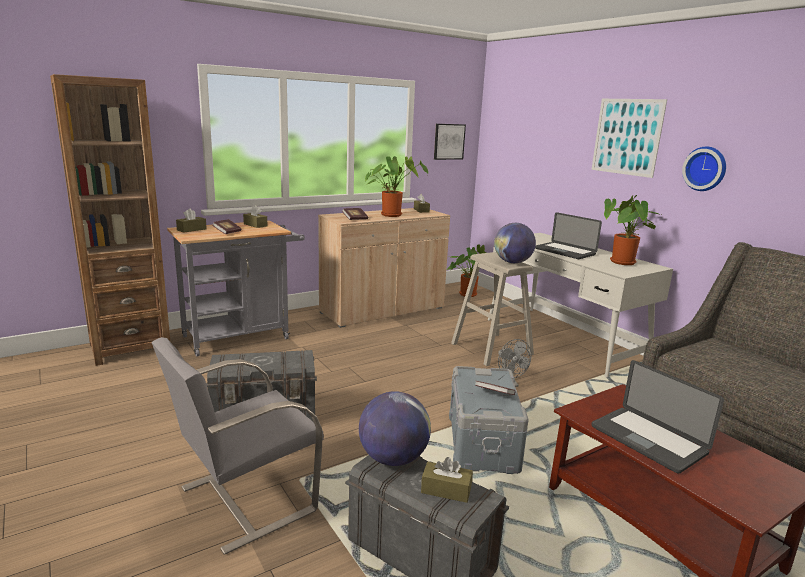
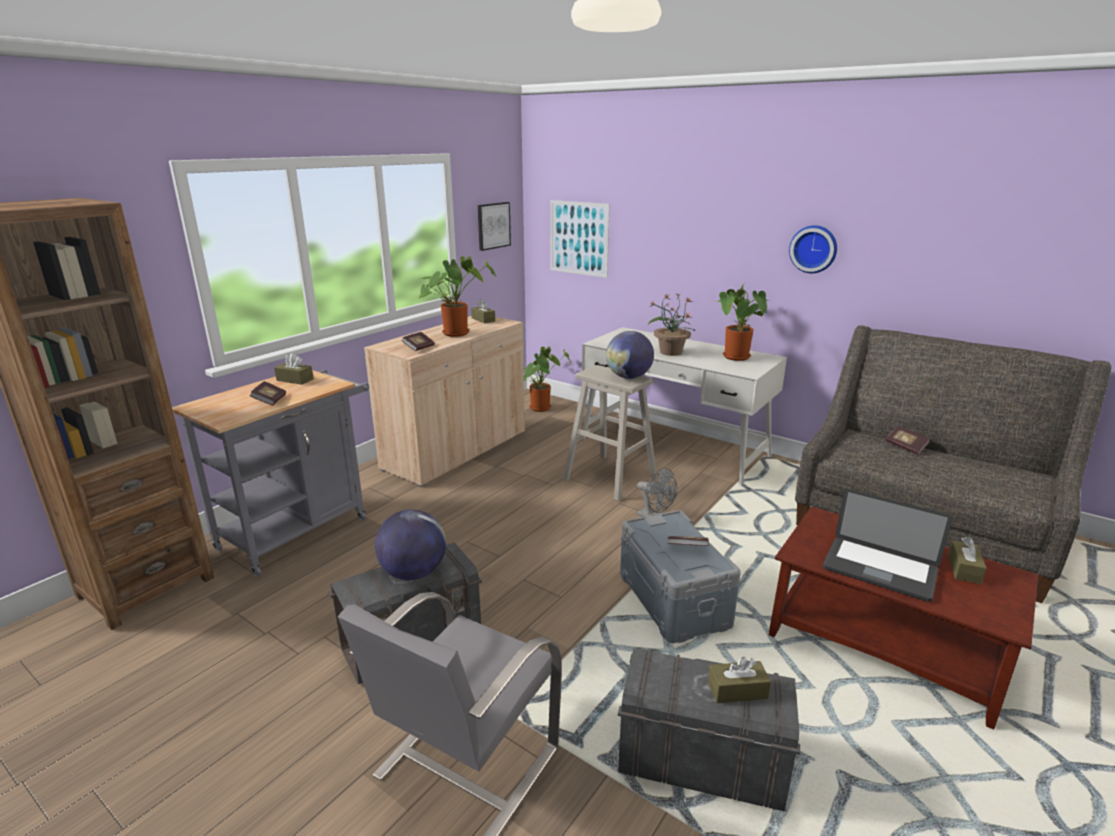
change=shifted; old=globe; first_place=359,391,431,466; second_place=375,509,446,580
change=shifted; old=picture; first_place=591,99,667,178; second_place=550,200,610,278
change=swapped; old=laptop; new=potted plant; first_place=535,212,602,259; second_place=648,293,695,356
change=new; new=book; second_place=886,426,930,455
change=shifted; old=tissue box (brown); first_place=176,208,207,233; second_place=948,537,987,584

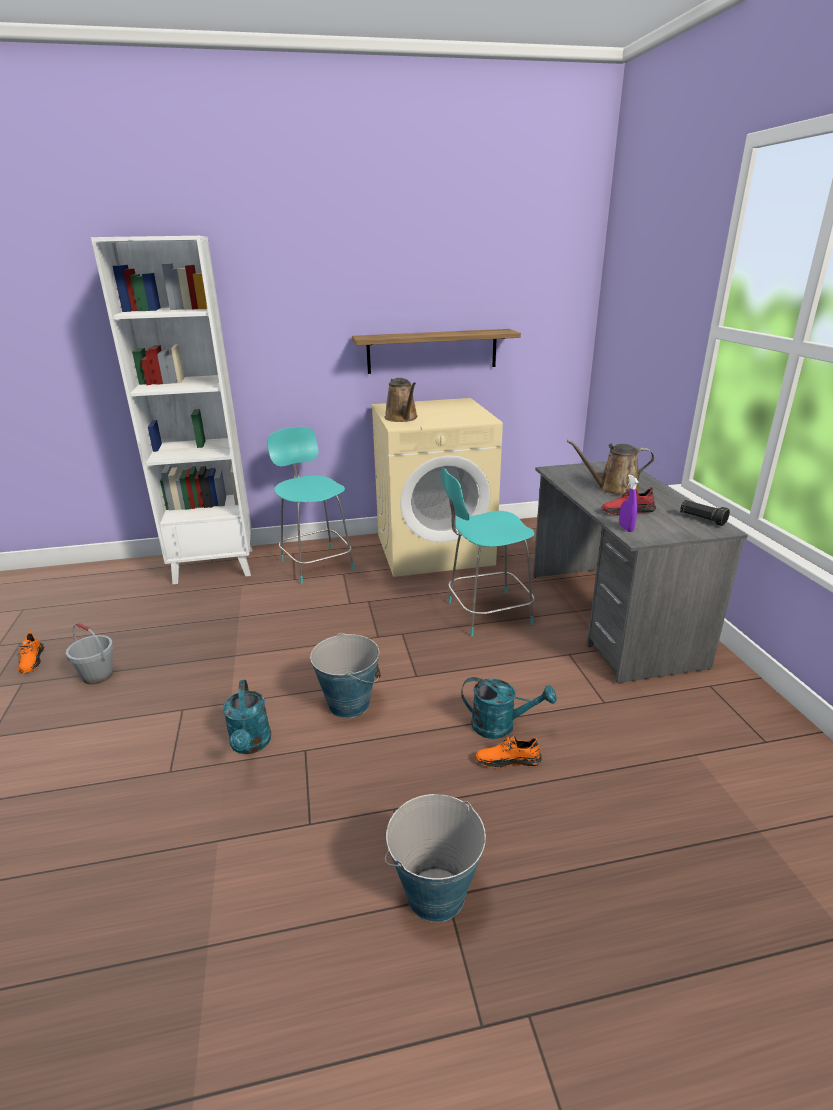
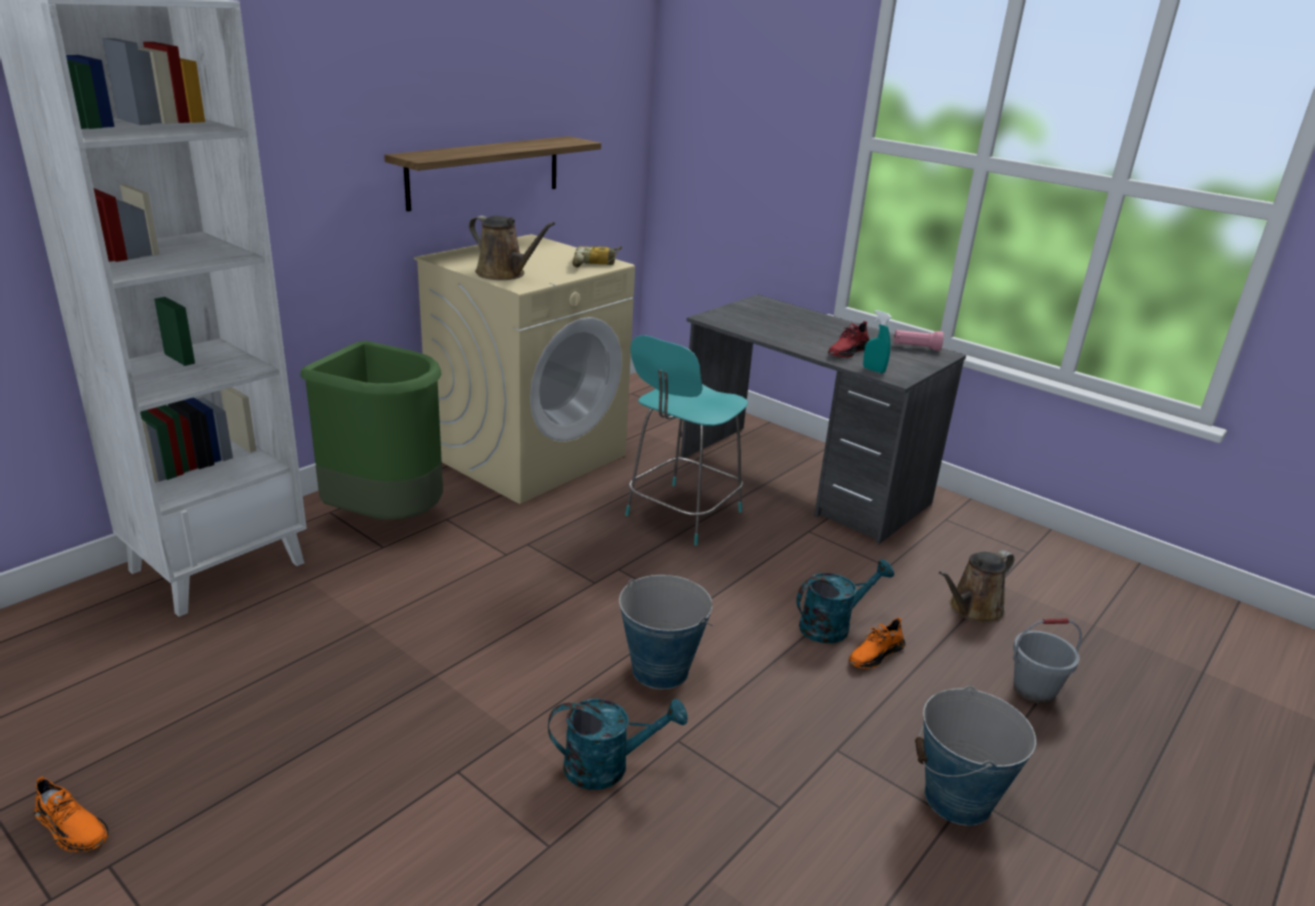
change=swapped; old=chair (turquoise); new=trash can (green); first_place=267,427,355,584; second_place=300,341,443,520
change=rotated; old=watering can (turquoise); first_place=223,680,271,754; second_place=548,699,688,790; degrees=-45
change=new; new=power drill; second_place=572,246,622,267
change=repainted; old=spray bottle (purple); new=spray bottle (turquoise); first_place=619,474,639,532; second_place=863,310,892,373
change=repainted; old=flashlight (black); new=flashlight (pink); first_place=680,500,730,526; second_place=894,329,944,351
change=shifted; old=watering can (brown); first_place=567,440,655,495; second_place=939,550,1015,622
change=shifted; old=bucket (grey); first_place=66,623,113,684; second_place=1013,618,1082,704

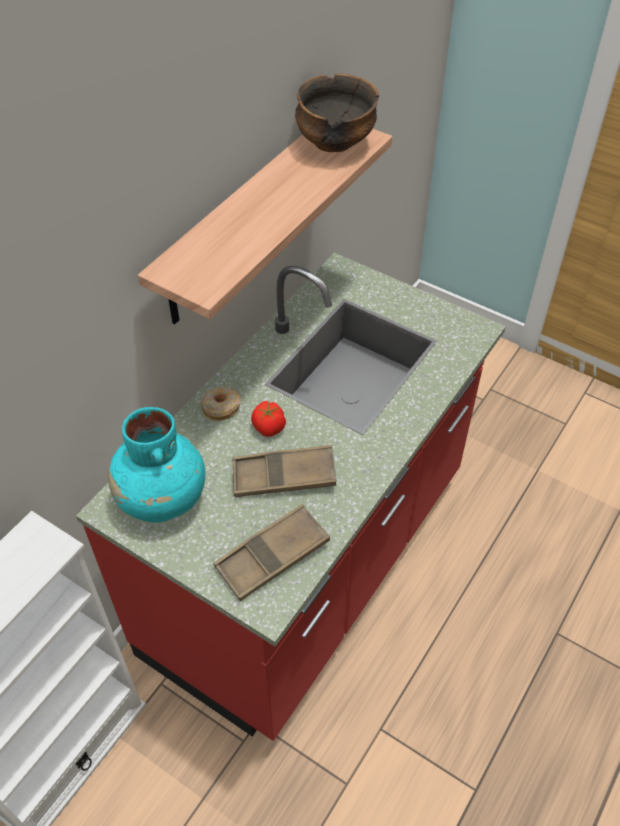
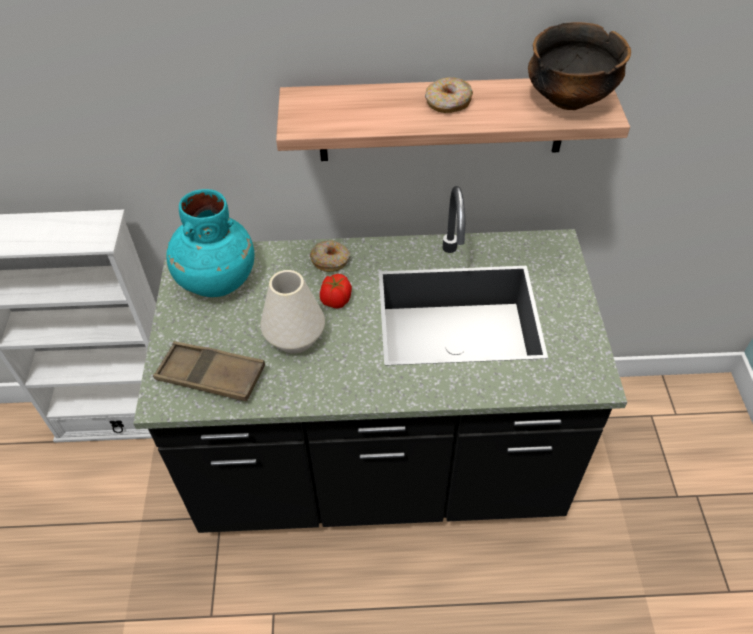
change=repainted; old=counter (red); new=counter (black); first_place=76,253,506,741; second_place=133,186,627,533
change=swapped; old=tray (brown); new=vase (white); first_place=232,445,336,497; second_place=260,270,325,354
change=new; new=donut; second_place=425,77,473,113

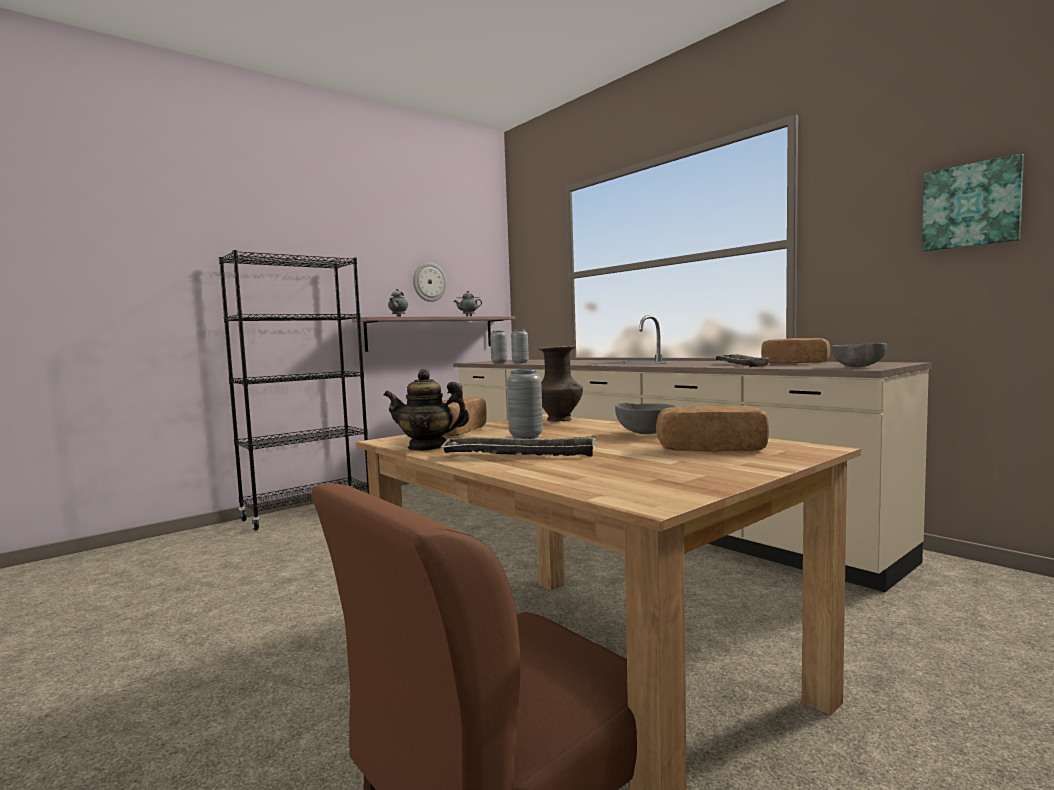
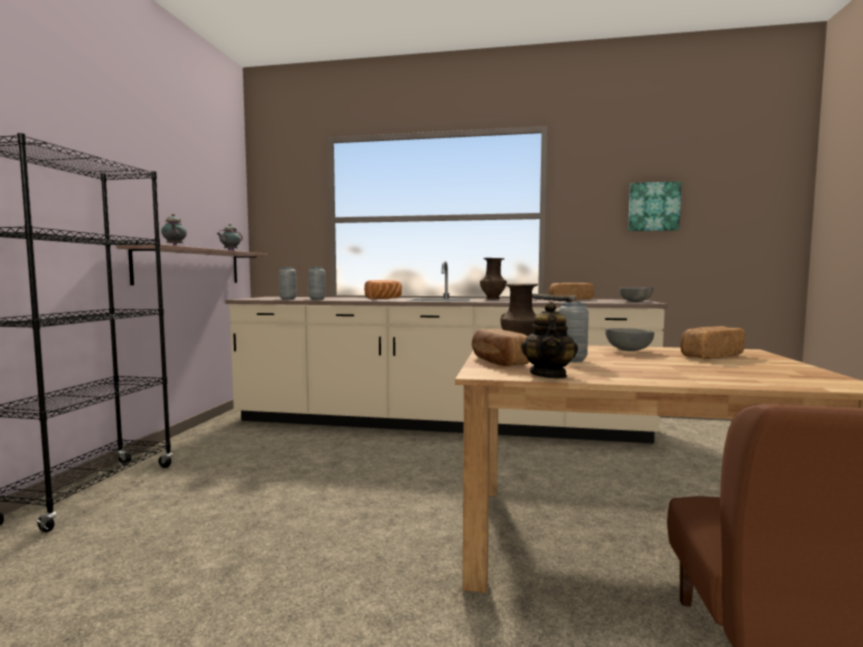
change=new; new=bread; second_place=364,280,402,299
change=new; new=vase (brown); second_place=480,258,507,300
change=rotated; old=teapot; first_place=384,369,470,451; second_place=521,302,578,378; degrees=-45
change=gone; old=wall clock; first_place=413,263,447,302
change=gone; old=tray; first_place=440,436,597,457

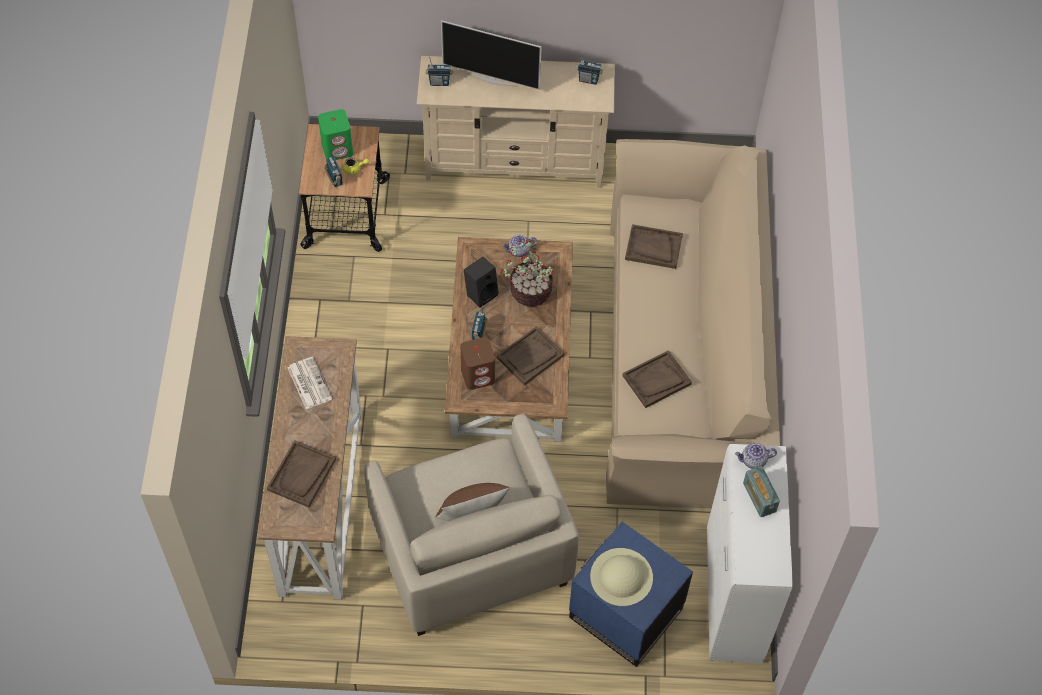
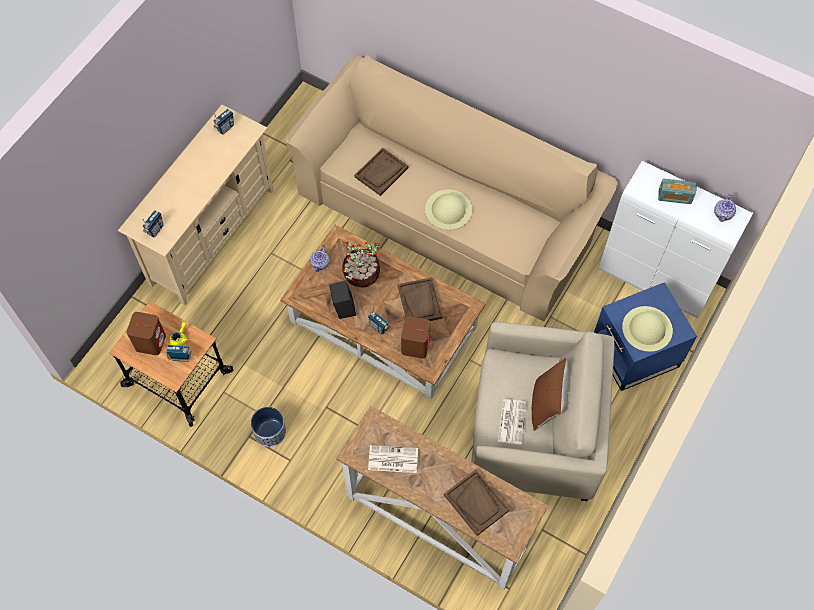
change=repainted; old=speaker (green); new=speaker (brown); first_place=318,109,353,160; second_place=127,312,166,355
change=new; new=planter; second_place=251,407,286,447
change=new; new=hat (beige); second_place=425,190,472,230
change=new; new=newspaper; second_place=498,399,527,445
change=shifted; old=teapot; first_place=735,443,777,469; second_place=714,194,736,222
change=gone; old=television; first_place=441,20,542,90
change=gone; old=tray (brown); first_place=623,350,692,408

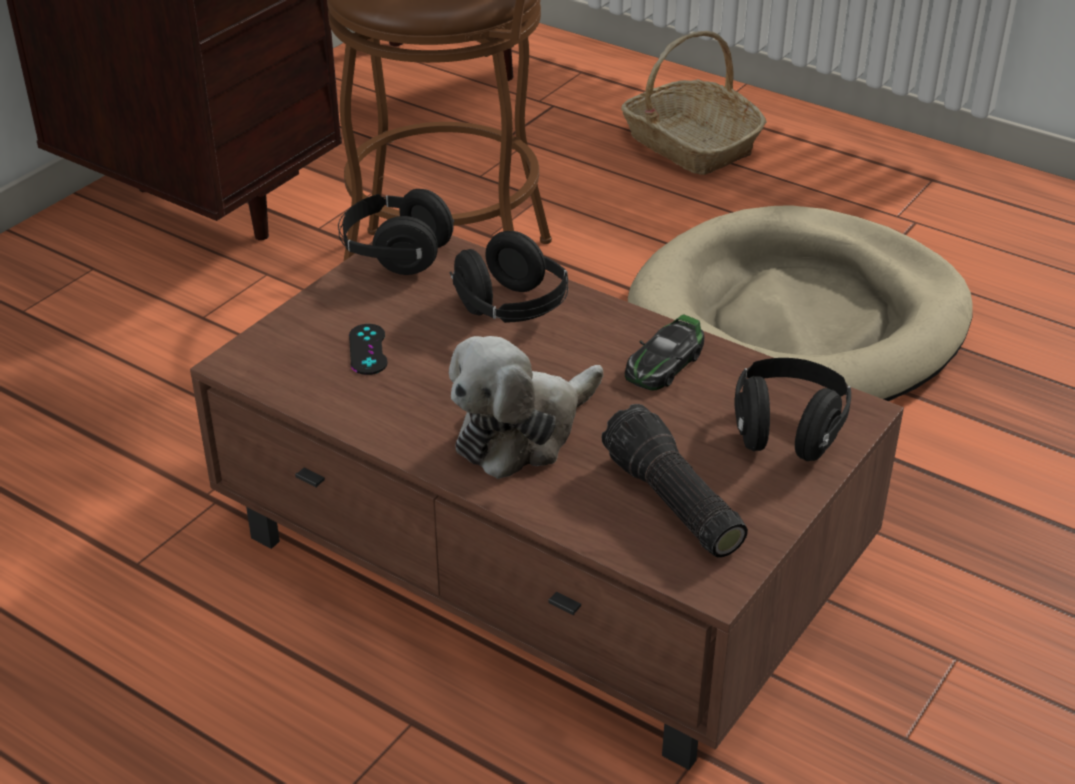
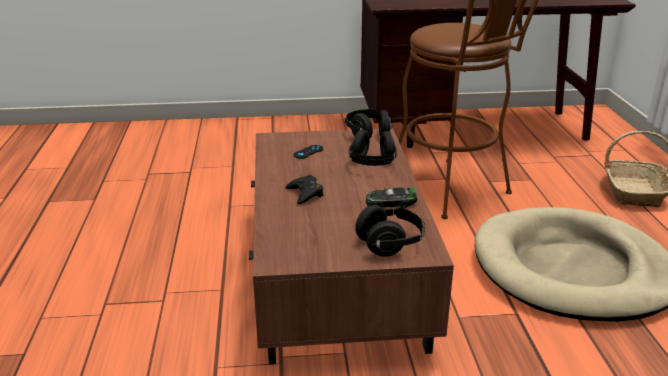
change=swapped; old=plush toy; new=game controller (black); first_place=449,336,603,479; second_place=286,175,323,205
change=gone; old=flashlight; first_place=601,404,748,557

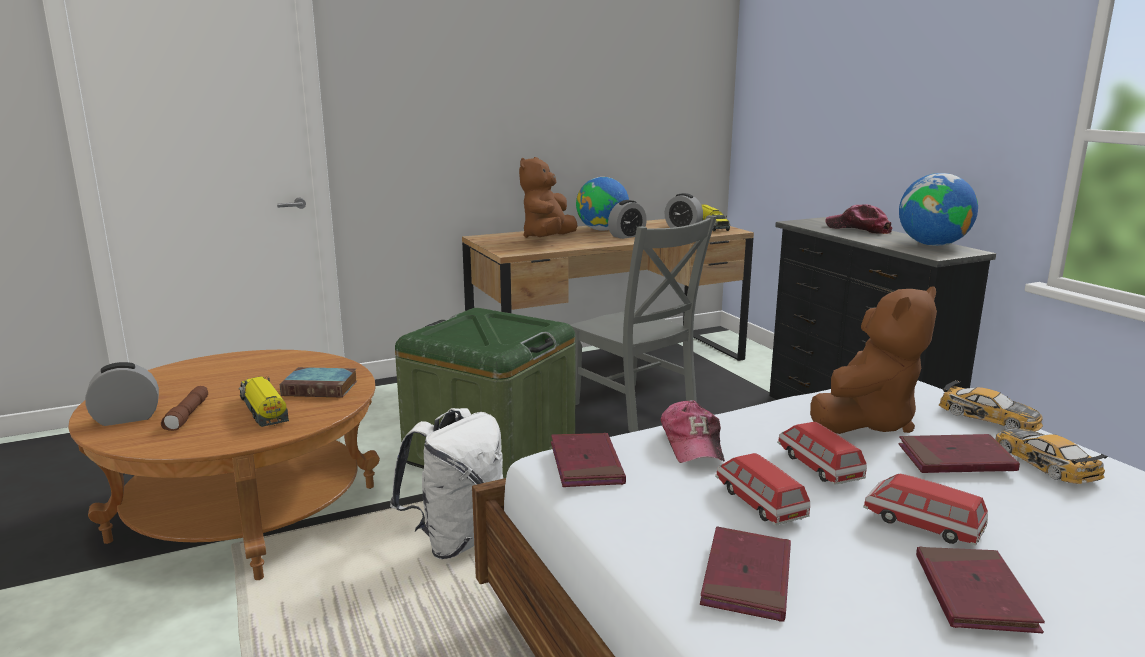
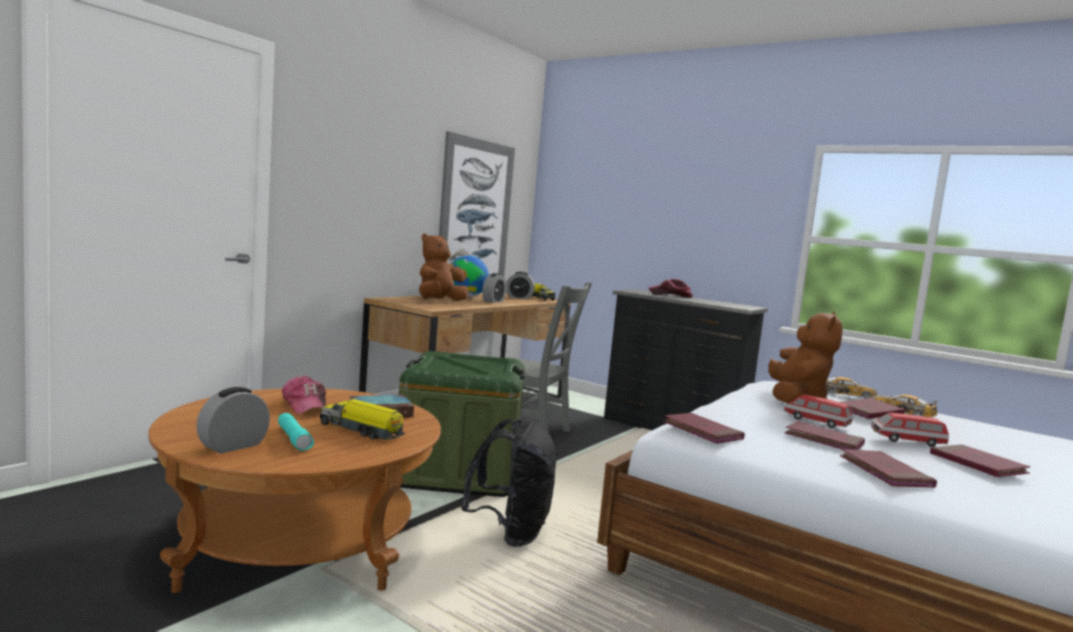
change=repainted; old=flashlight (brown); new=flashlight (turquoise); first_place=161,386,208,431; second_place=278,413,314,451
change=shifted; old=cap; first_place=661,400,725,463; second_place=282,375,327,414
change=rotated; old=plush toy (brown); first_place=519,157,578,238; second_place=419,234,468,301; degrees=45
change=new; new=picture; second_place=439,131,515,277
change=repainted; old=backpack (white); new=backpack (black); first_place=390,408,503,559; second_place=461,419,558,547
change=swapped; old=toy car; new=book (red); first_place=715,453,810,525; second_place=785,421,865,450
change=gone; old=globe; first_place=899,173,978,246

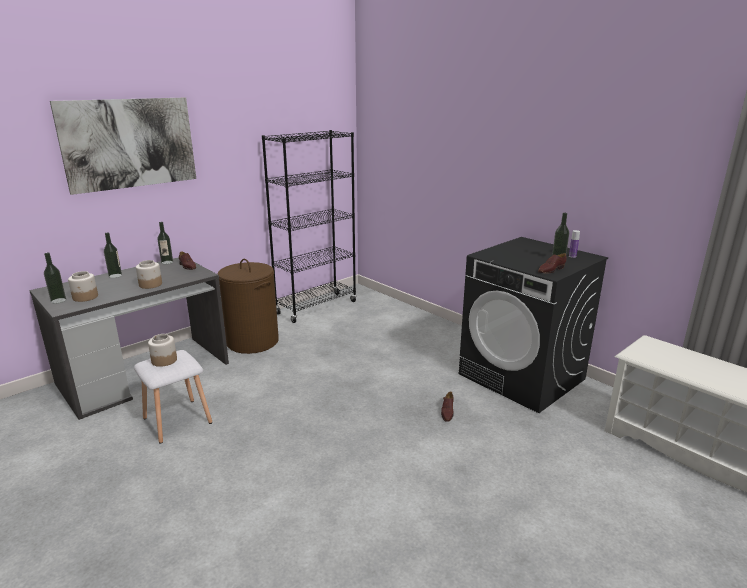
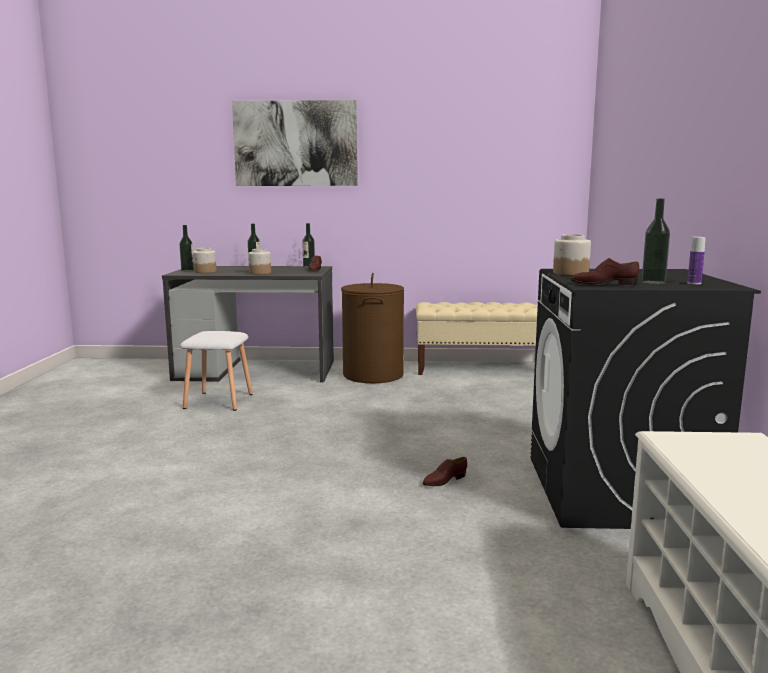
change=swapped; old=bookcase (black); new=bench (beige); first_place=262,130,357,323; second_place=416,302,538,375
change=shifted; old=jar; first_place=148,334,177,367; second_place=553,234,591,275

